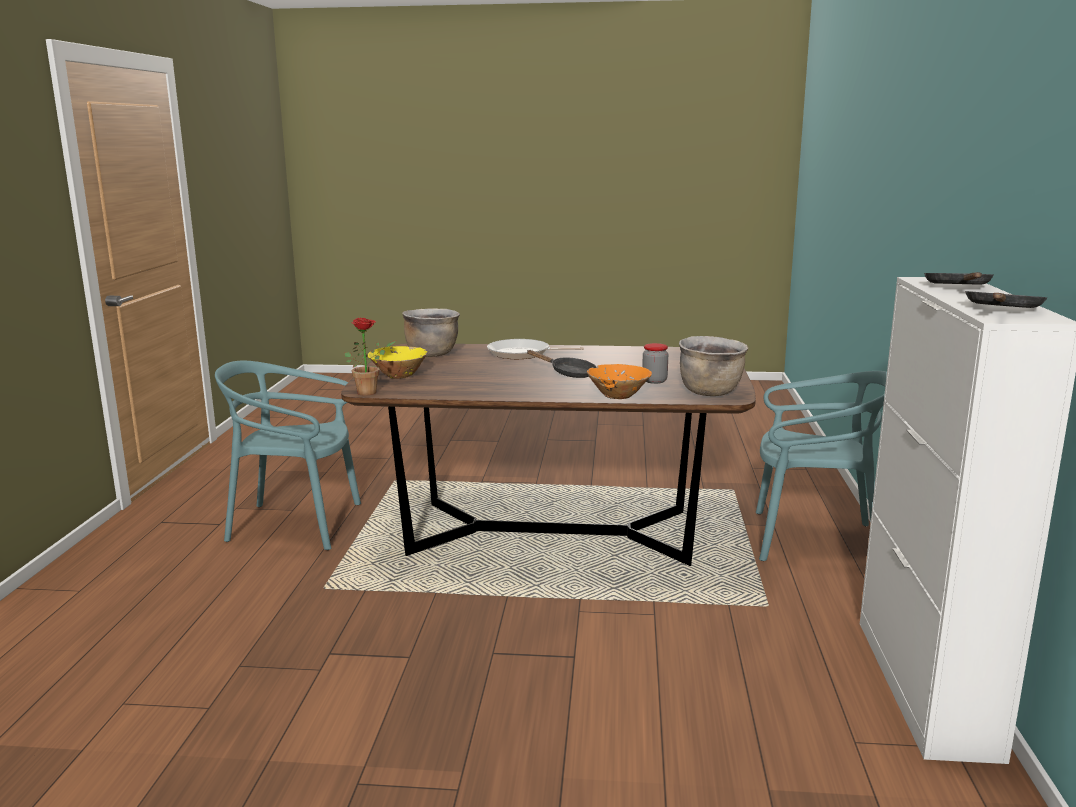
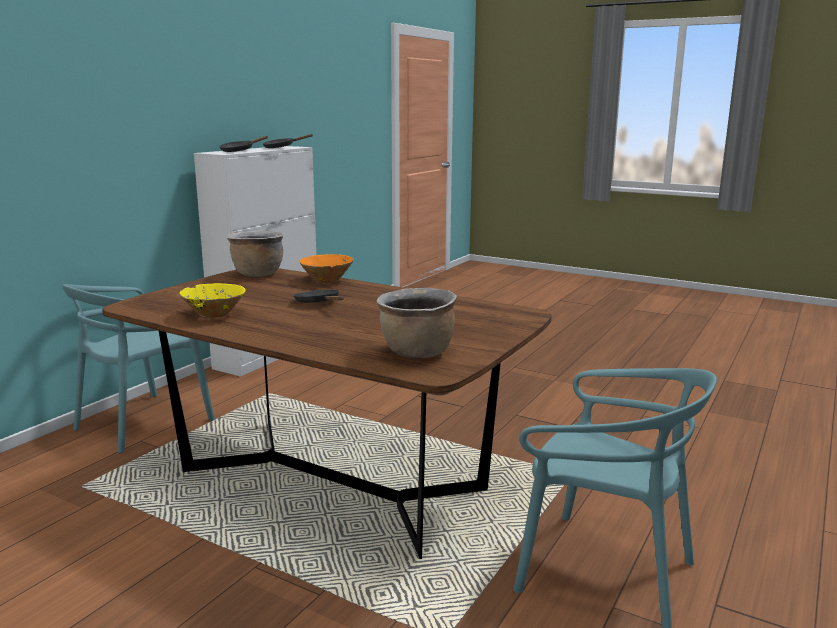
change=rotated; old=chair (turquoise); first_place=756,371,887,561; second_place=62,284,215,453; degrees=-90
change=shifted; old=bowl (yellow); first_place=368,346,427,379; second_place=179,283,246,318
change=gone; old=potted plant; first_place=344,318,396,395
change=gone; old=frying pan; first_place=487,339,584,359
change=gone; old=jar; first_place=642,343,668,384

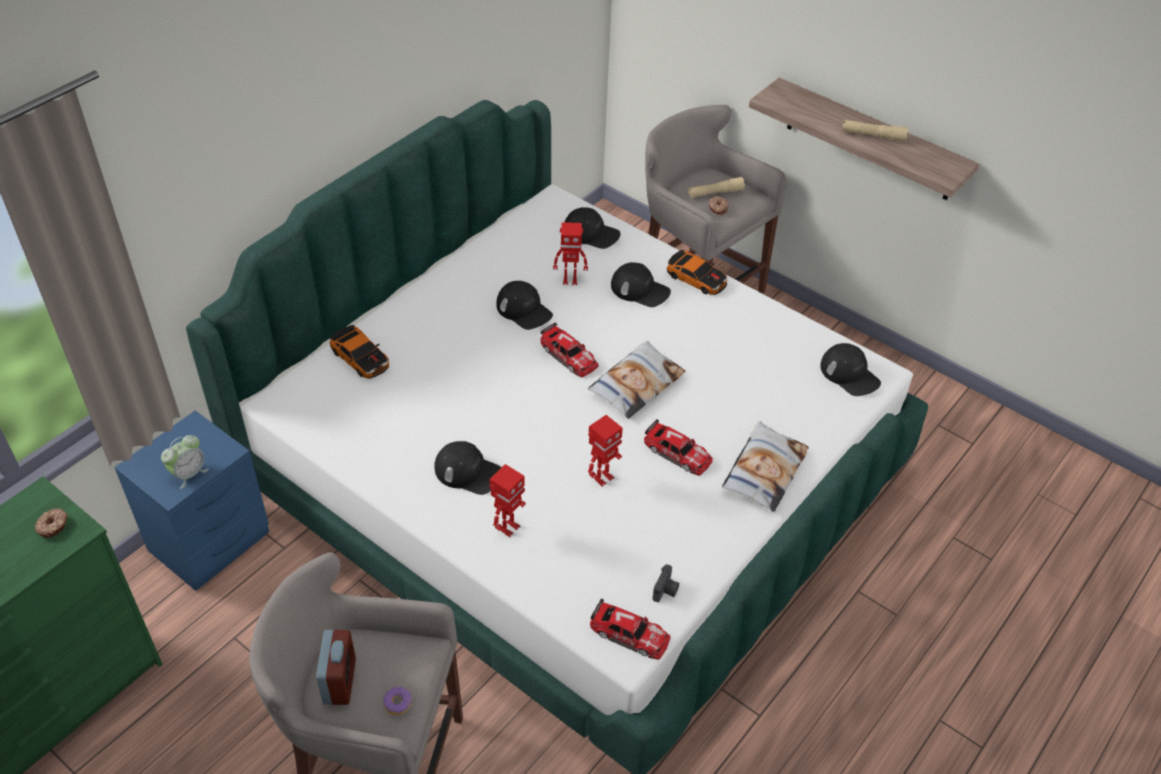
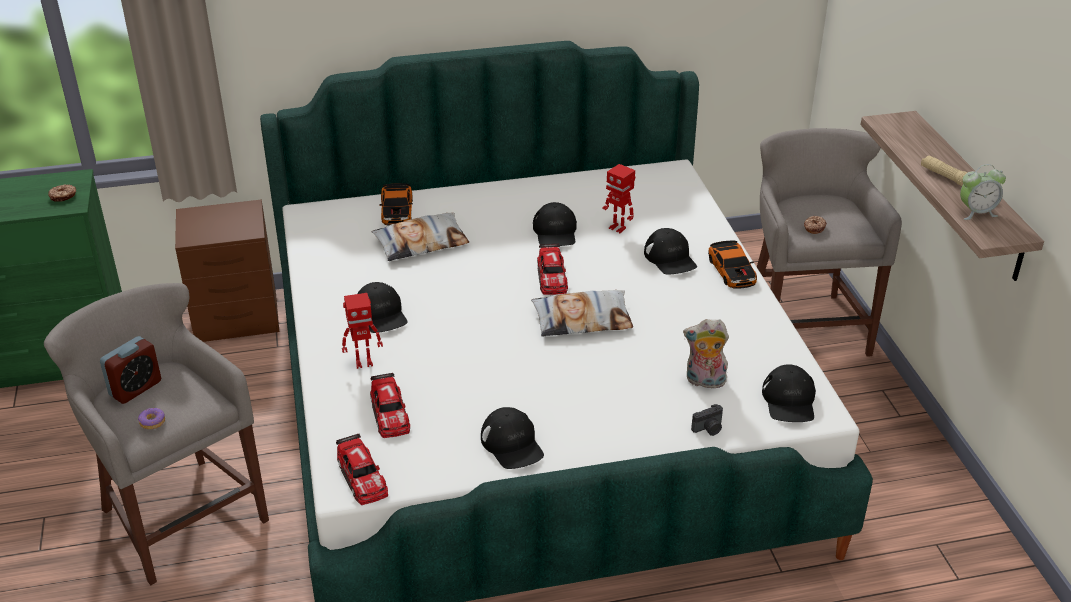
change=repainted; old=nightstand (blue); new=nightstand (brown); first_place=114,410,269,591; second_place=175,200,279,342
change=shifted; old=toy car; first_place=644,419,713,476; second_place=370,373,410,438
change=shifted; old=pillow; first_place=722,421,809,512; second_place=372,213,469,261
change=shifted; old=cap (black); first_place=565,207,621,249; second_place=481,407,544,469
change=new; new=plush toy; second_place=683,319,729,389
change=shifted; old=photo camera; first_place=652,564,679,602; second_place=691,404,723,436
change=shifted; old=alarm clock; first_place=161,435,209,489; second_place=960,164,1006,220
change=gone; old=toy robot; first_place=588,415,623,487
change=gone; old=flashlight (beige); first_place=688,177,745,198

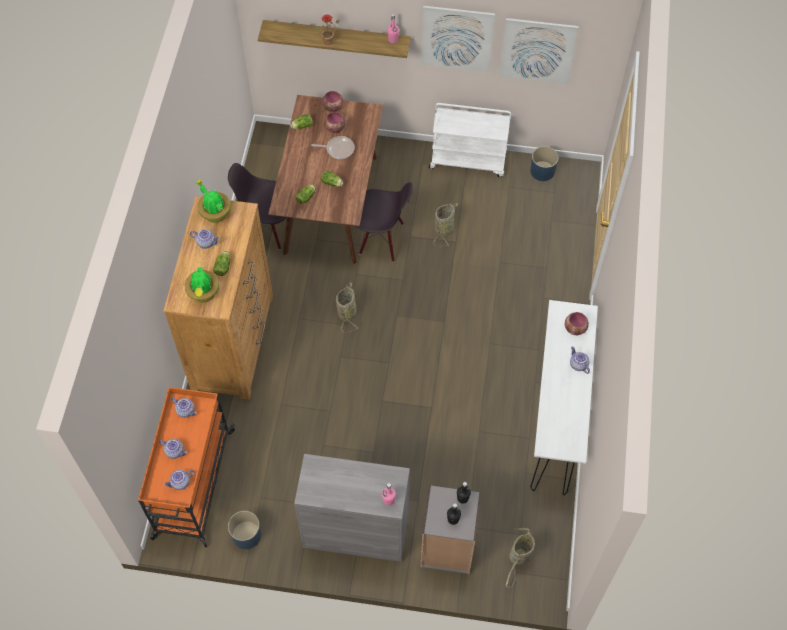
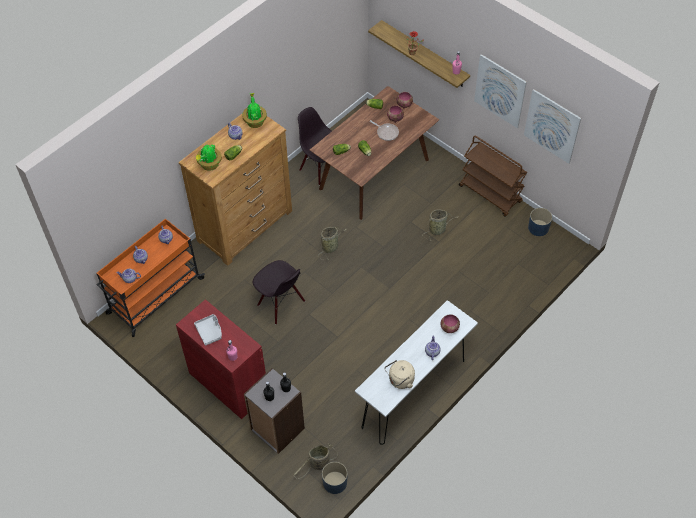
change=repainted; old=cabinet (grey); new=cabinet (red); first_place=294,454,410,562; second_place=176,299,266,419
change=new; new=tray (grey); second_place=194,314,222,346
change=shifted; old=chair (black); first_place=354,182,413,262; second_place=253,260,305,324
change=shifted; old=planter (blue); first_place=228,511,261,549; second_place=322,462,347,494
change=new; new=kettle (beige); second_place=385,360,415,389
change=repainted; old=cart (white); new=cart (brown); first_place=429,103,511,177; second_place=459,136,527,217

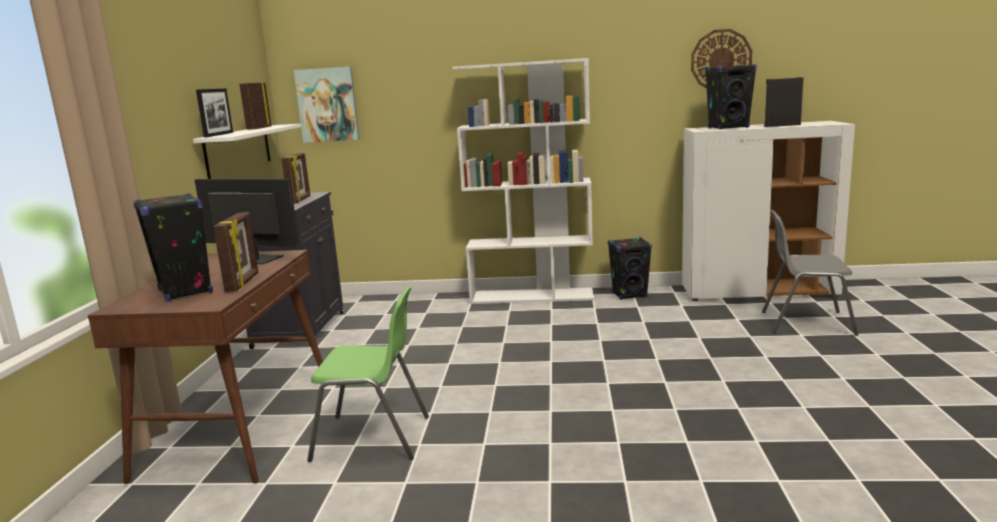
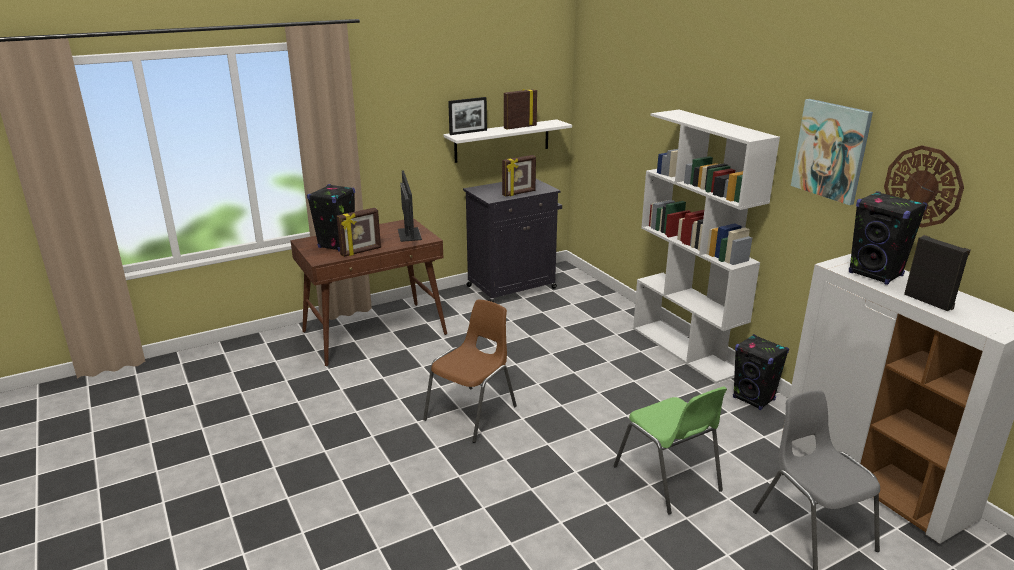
change=new; new=chair (brown); second_place=423,299,517,443
change=shifted; old=chair (green); first_place=307,287,429,462; second_place=614,386,727,515
change=shifted; old=picture; first_place=294,67,359,143; second_place=791,99,873,205

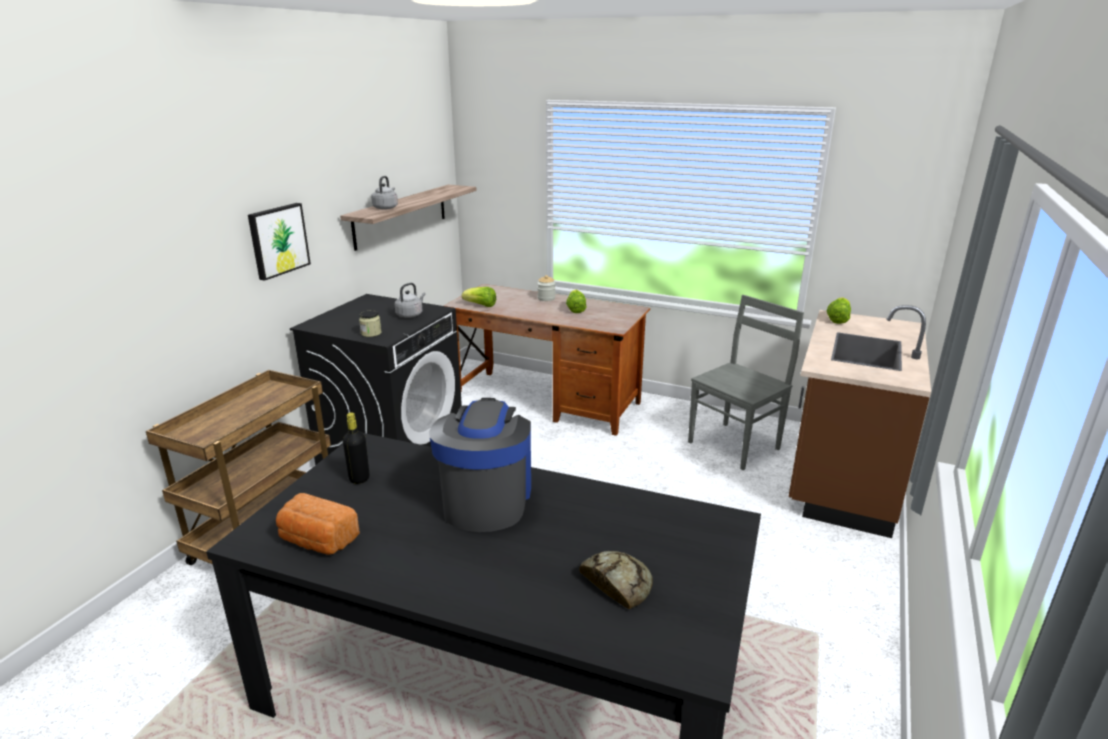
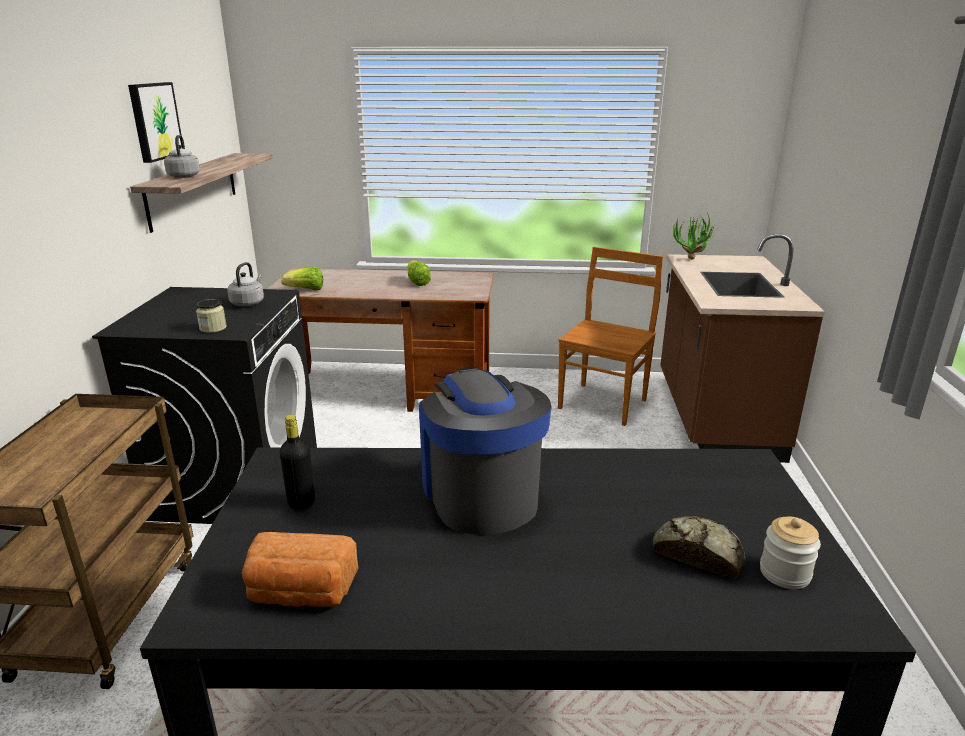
change=shifted; old=picture; first_place=248,203,311,281; second_place=128,82,182,163
change=repainted; old=chair (grey); new=chair (brown); first_place=688,295,804,470; second_place=558,247,663,426
change=swapped; old=lettuce; new=potted plant; first_place=827,297,851,324; second_place=672,213,716,259
change=shifted; old=jar; first_place=537,275,555,301; second_place=760,517,821,589

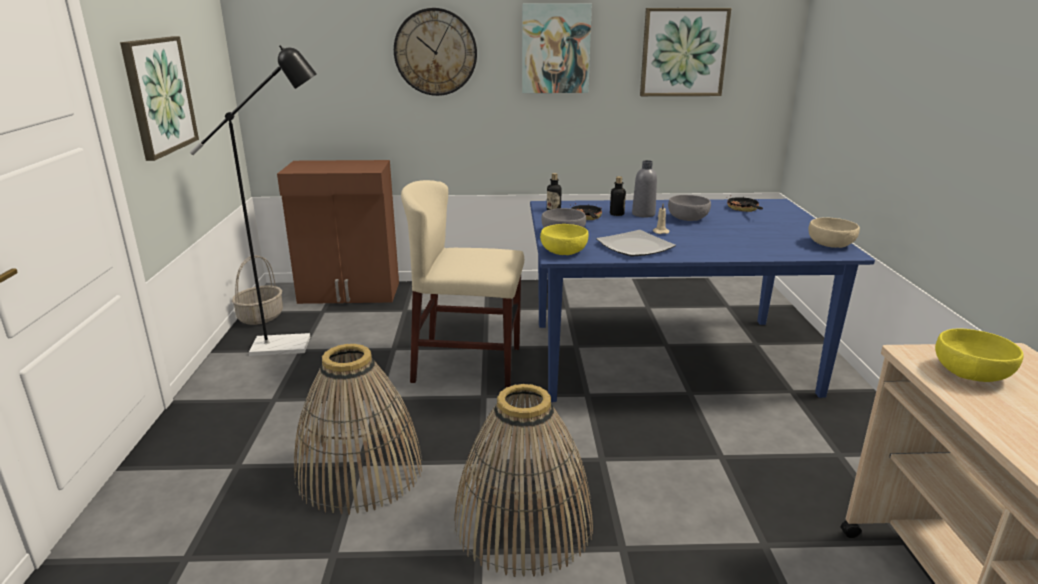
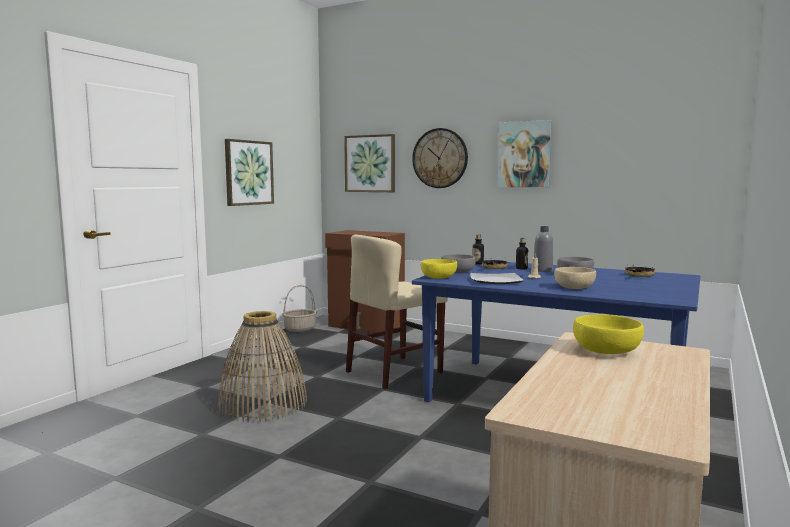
change=shifted; old=picture; first_place=640,8,731,96; second_place=344,134,395,192
change=rotated; old=chair (beige); first_place=401,180,524,388; second_place=346,235,448,389; degrees=-75
change=shifted; old=bowl (beige); first_place=808,217,860,248; second_place=554,267,596,289
change=gone; old=floor lamp (black); first_place=190,45,317,356
change=gone; old=basket; first_place=454,384,593,577

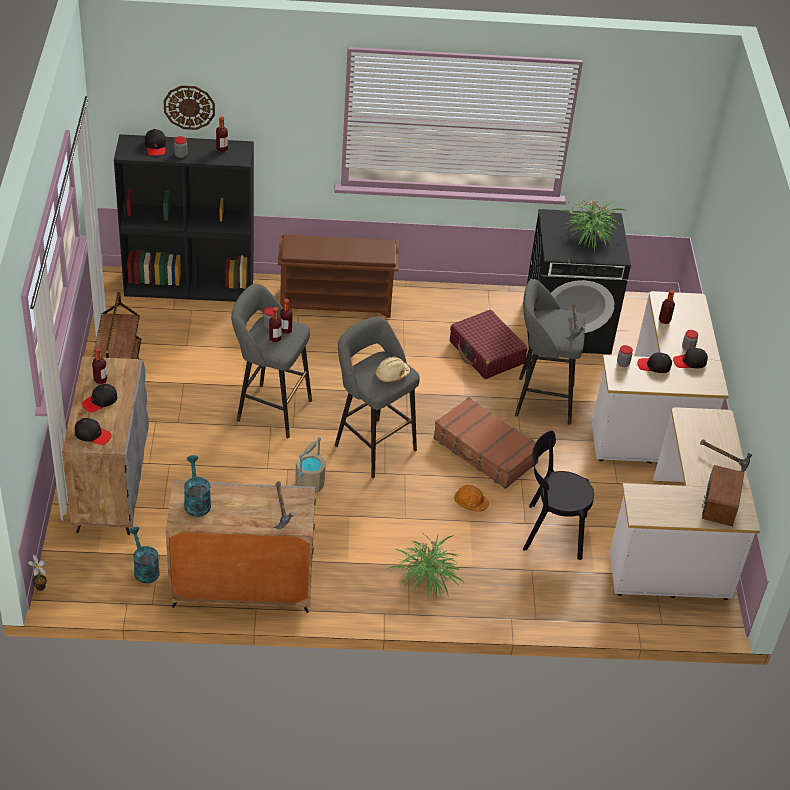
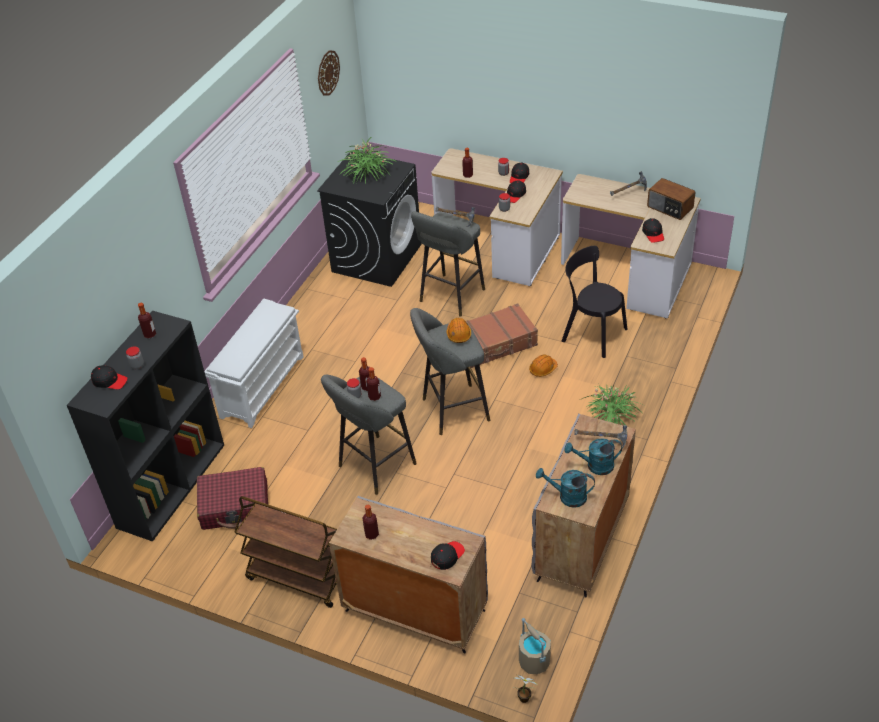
change=shifted; old=suitcase (red); first_place=450,310,527,379; second_place=197,467,268,530
change=repainted; old=shoe rack (brown); new=shoe rack (white); first_place=278,234,399,318; second_place=204,299,304,428
change=shifted; old=wall clock; first_place=163,85,215,130; second_place=318,50,340,96
change=repainted; old=hard hat (beige); new=hard hat (orange); first_place=375,357,410,382; second_place=446,318,471,343
change=shifted; old=bucket (beige); first_place=295,437,326,493; second_place=519,618,551,674
change=rotated; old=chair (black); first_place=523,431,594,560; second_place=562,246,627,358; degrees=90
change=shifted; old=watering can (turquoise); first_place=129,527,159,583; second_place=564,438,622,475
change=shifted; old=cap (black); first_place=82,384,117,412; second_place=642,218,664,243

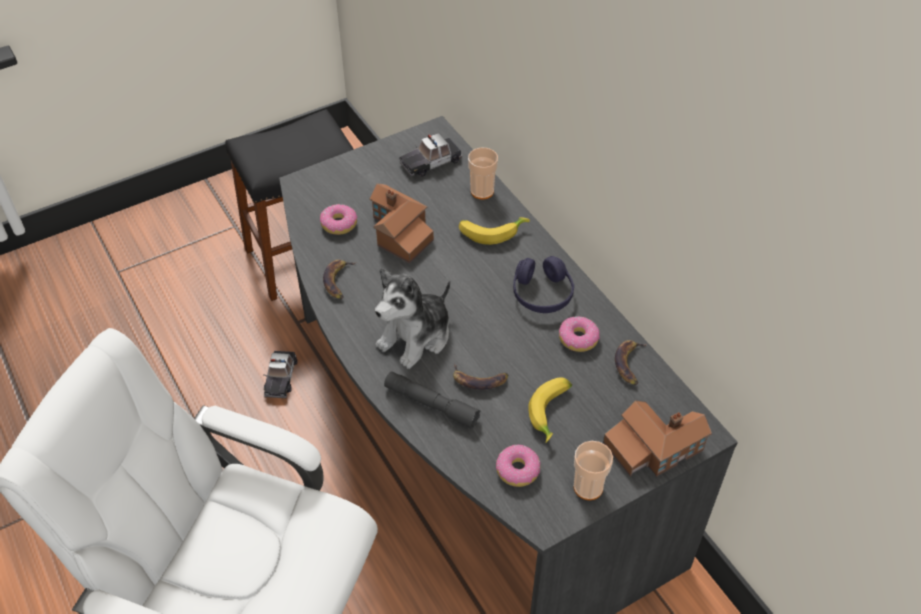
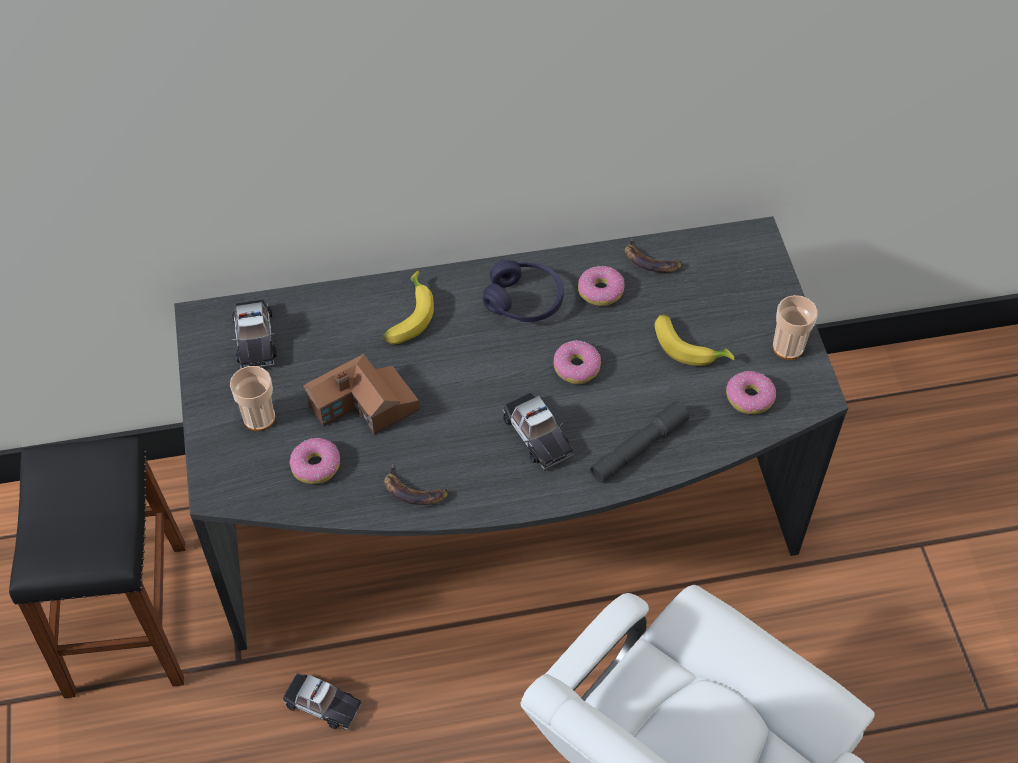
change=shifted; old=cup; first_place=468,148,498,199; second_place=230,366,275,431
change=swapped; old=plush toy; new=toy car; first_place=375,268,450,369; second_place=502,392,574,471
change=new; new=donut; second_place=554,340,601,384
change=gone; old=banana; first_place=453,364,508,390
change=gone; old=toy house; first_place=603,400,712,477

